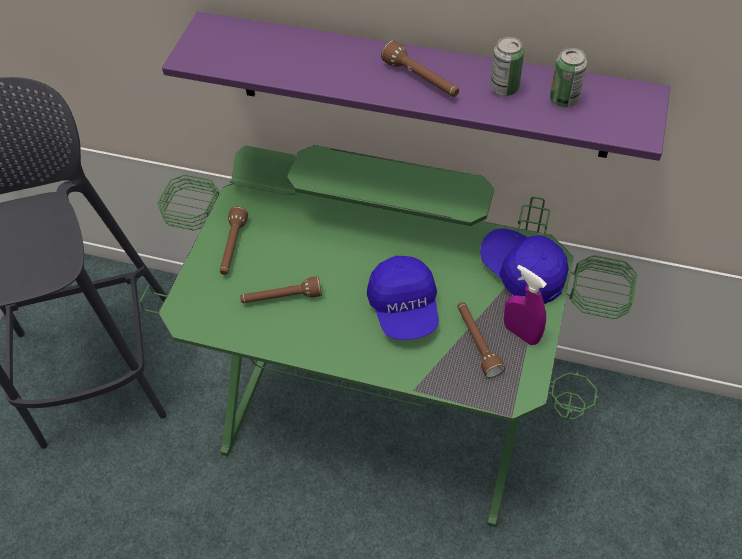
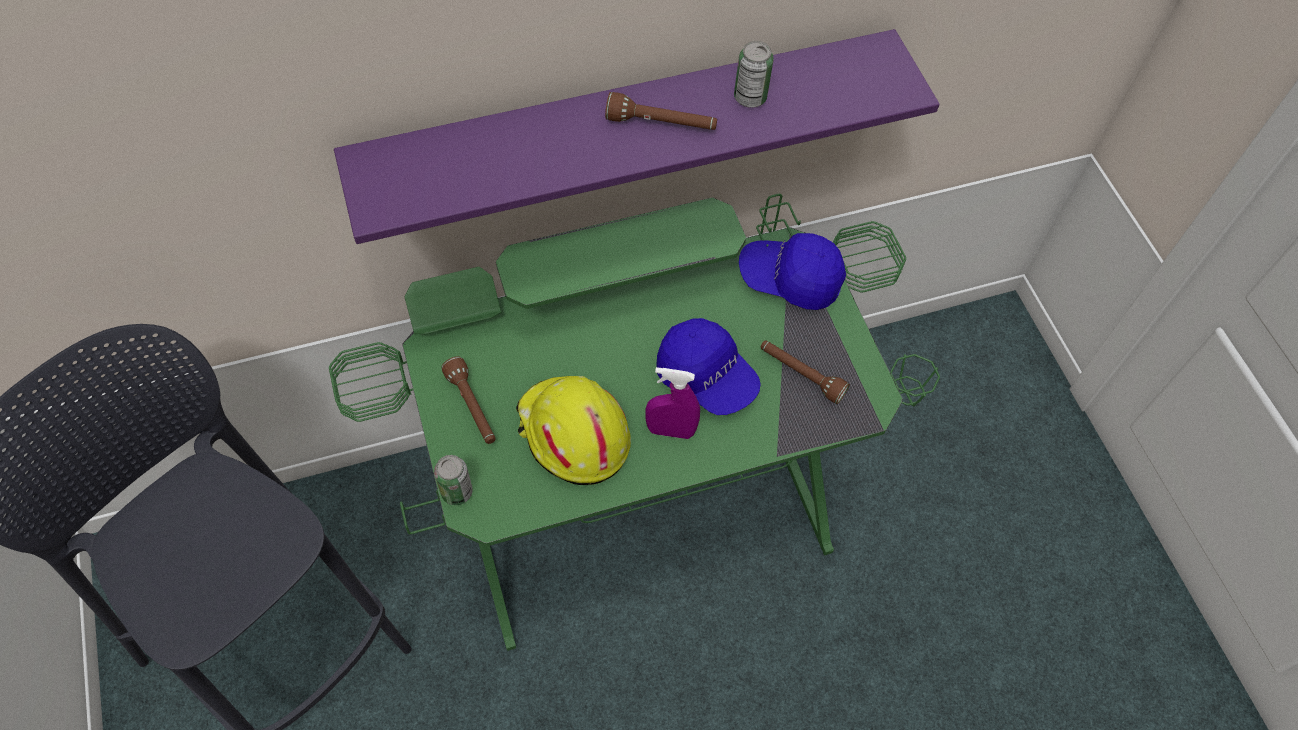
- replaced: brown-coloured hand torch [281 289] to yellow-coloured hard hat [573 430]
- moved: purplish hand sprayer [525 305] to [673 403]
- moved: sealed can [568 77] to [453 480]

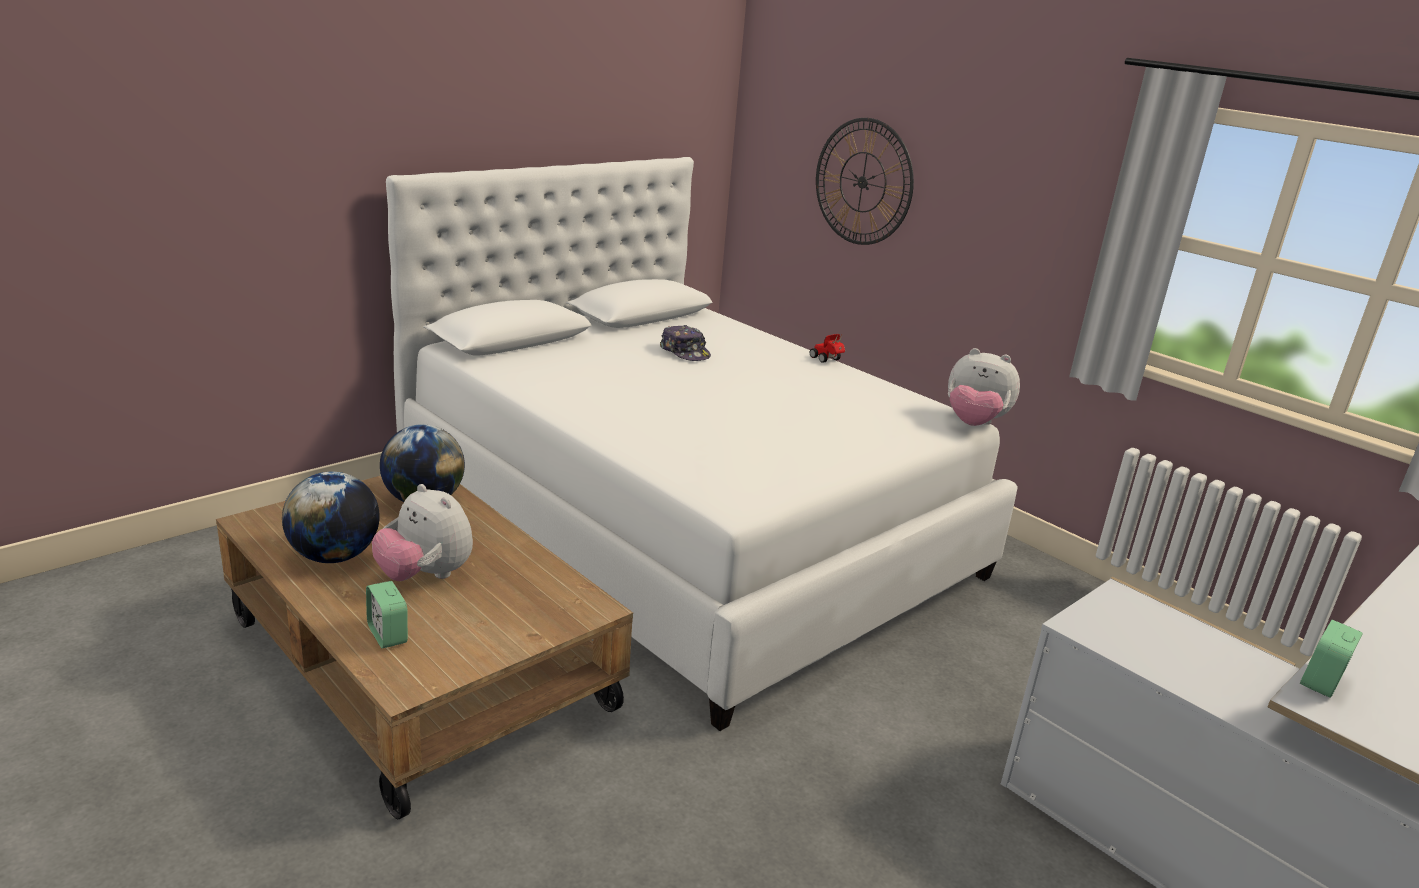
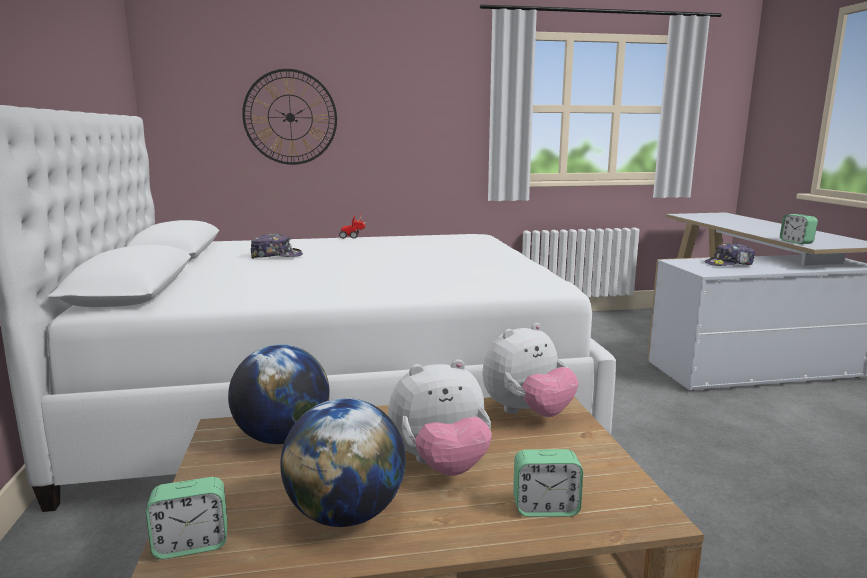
- moved: soft toy [984 387] to [530 370]
- added: alarm clock [186 518]
- added: baseball cap [730 254]

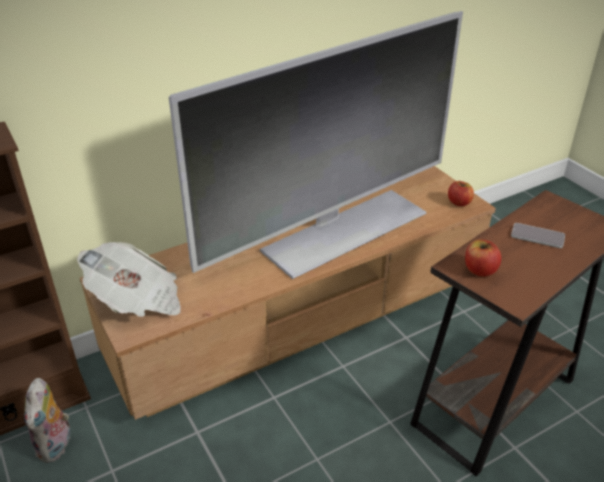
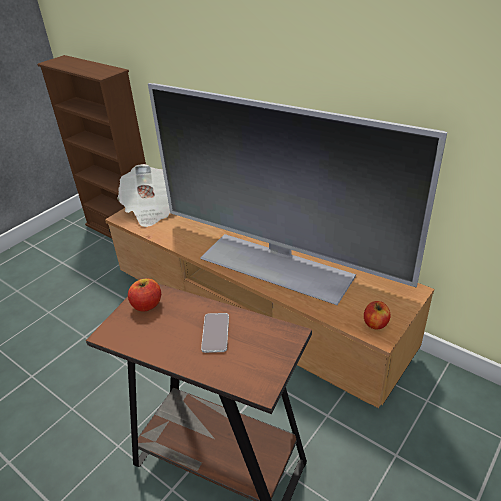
- removed: soft toy [47 420]

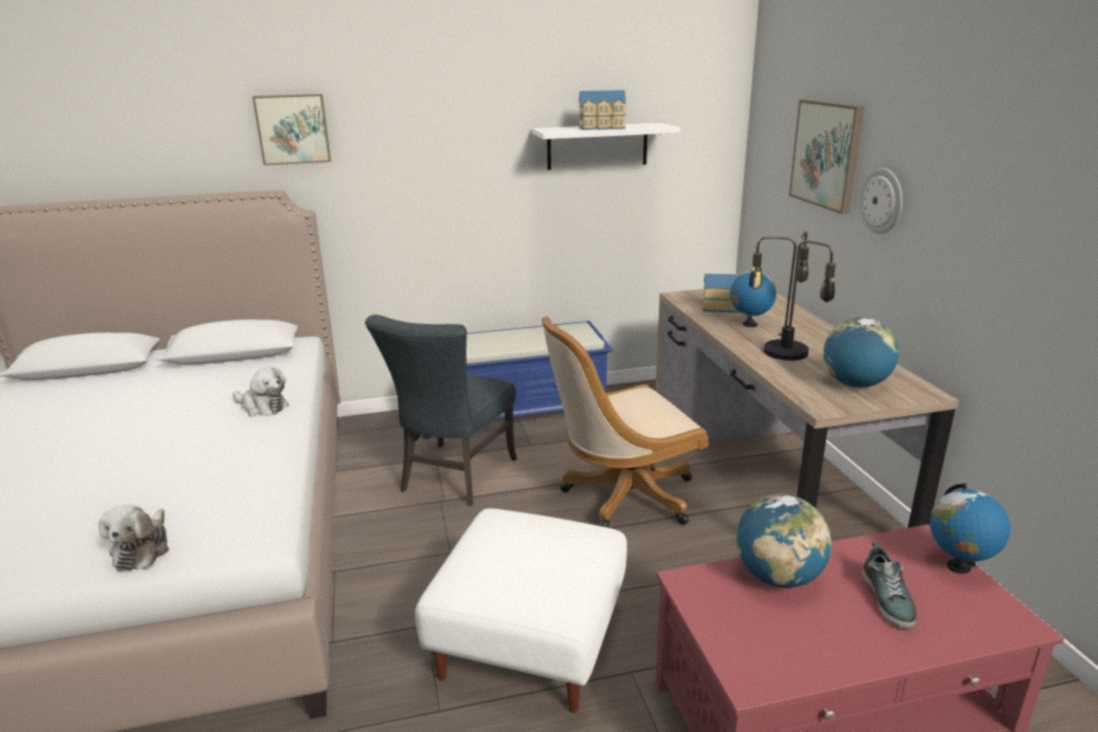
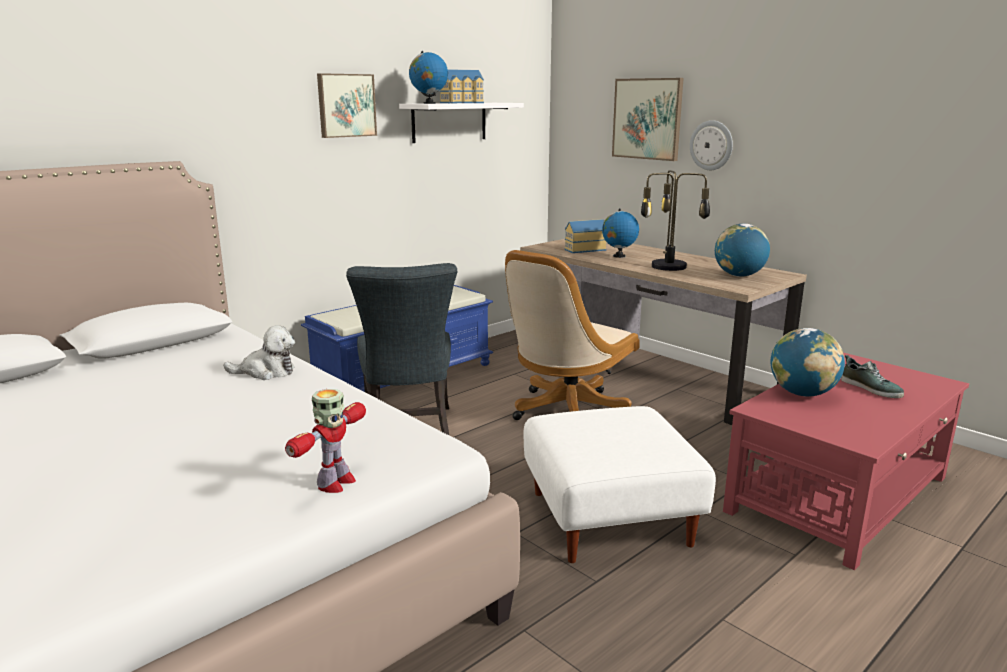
- replaced: soft toy [134 538] to model robot [325 441]
- moved: wall picture [291 129] to [347 105]
- moved: globe [970 528] to [428 77]

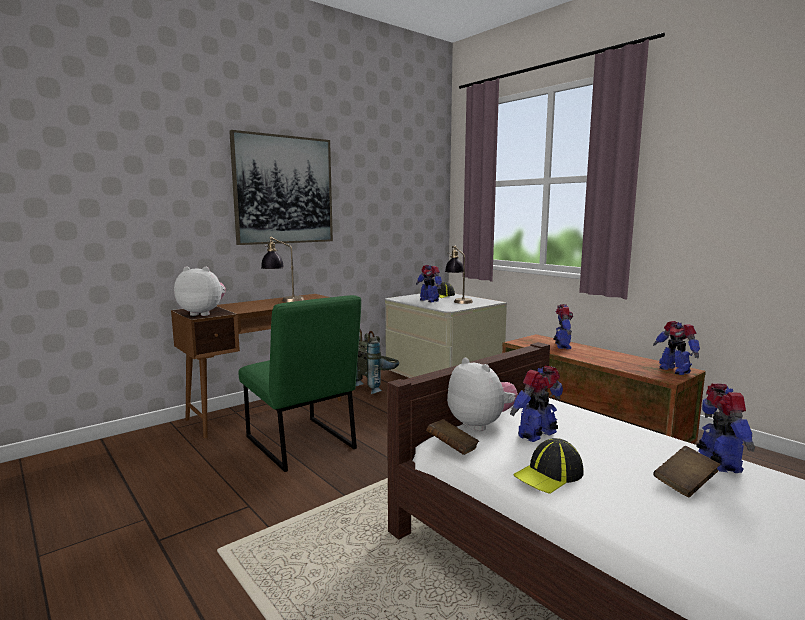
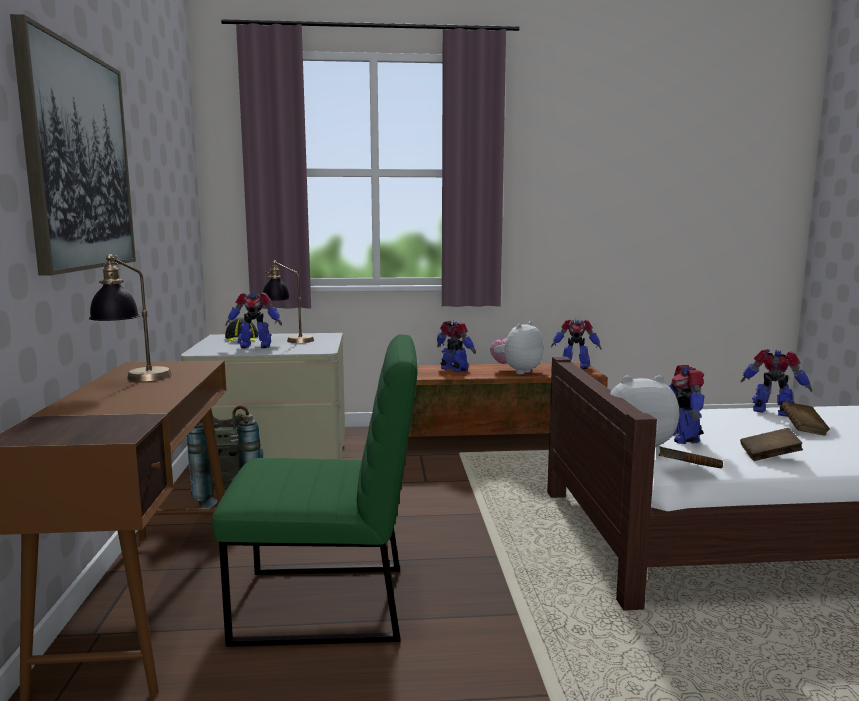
- moved: soft toy [200 291] to [517 347]
- replaced: baseball cap [549 466] to brown-coloured volume [771 444]

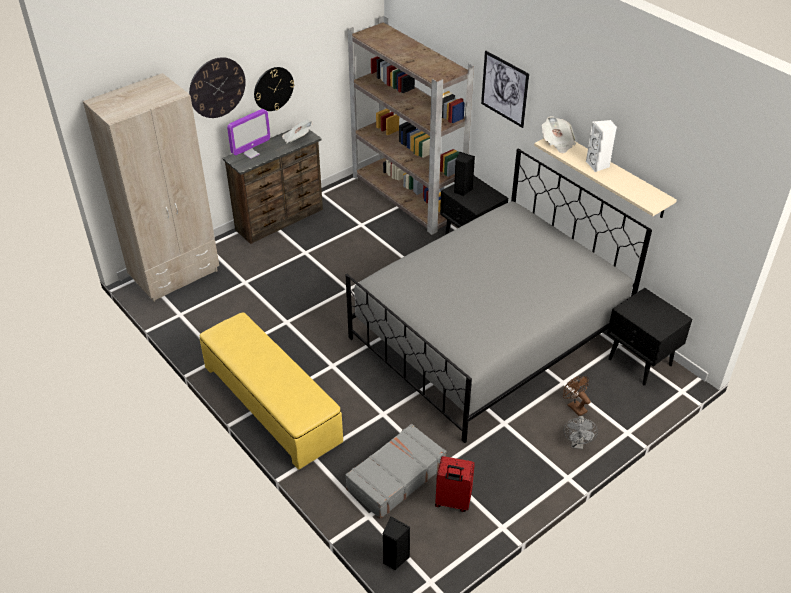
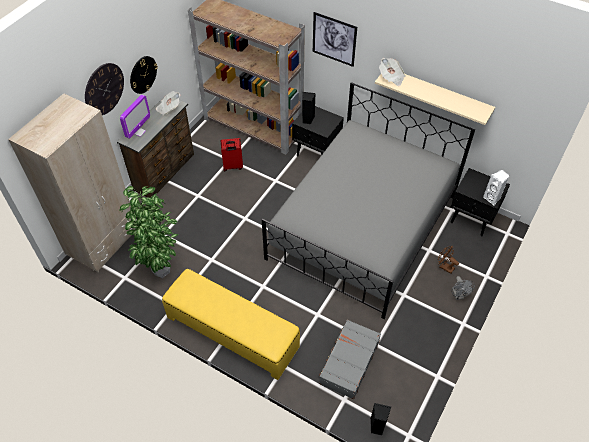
- moved: red suitcase [455 484] to [232 154]
- moved: white speaker [601 146] to [496 187]
- added: potted plant [149 232]

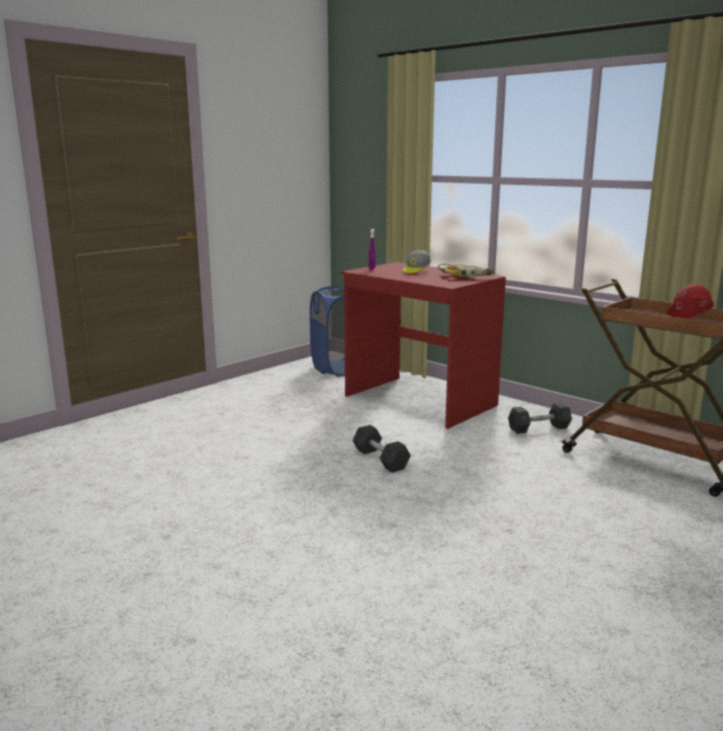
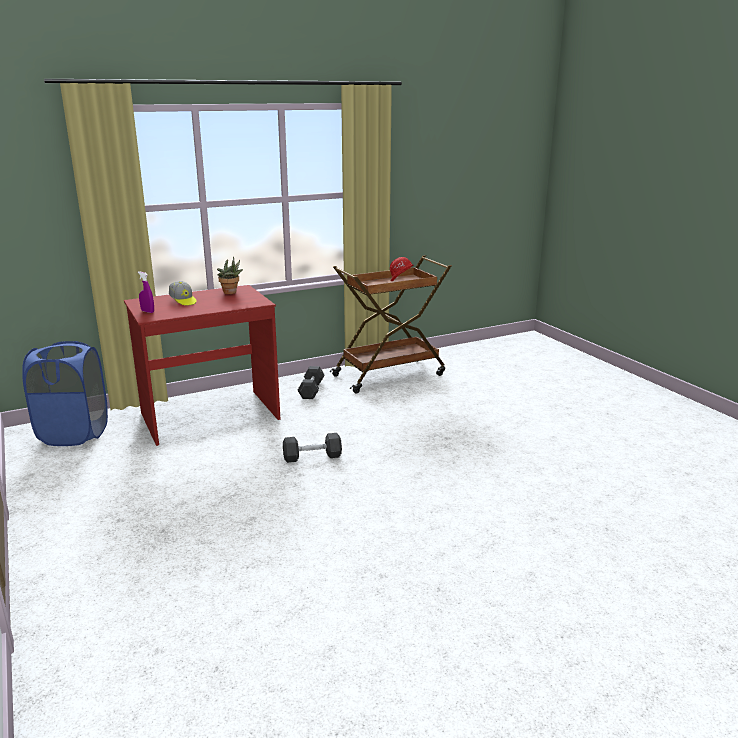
- replaced: drill [465 270] to potted plant [230 275]

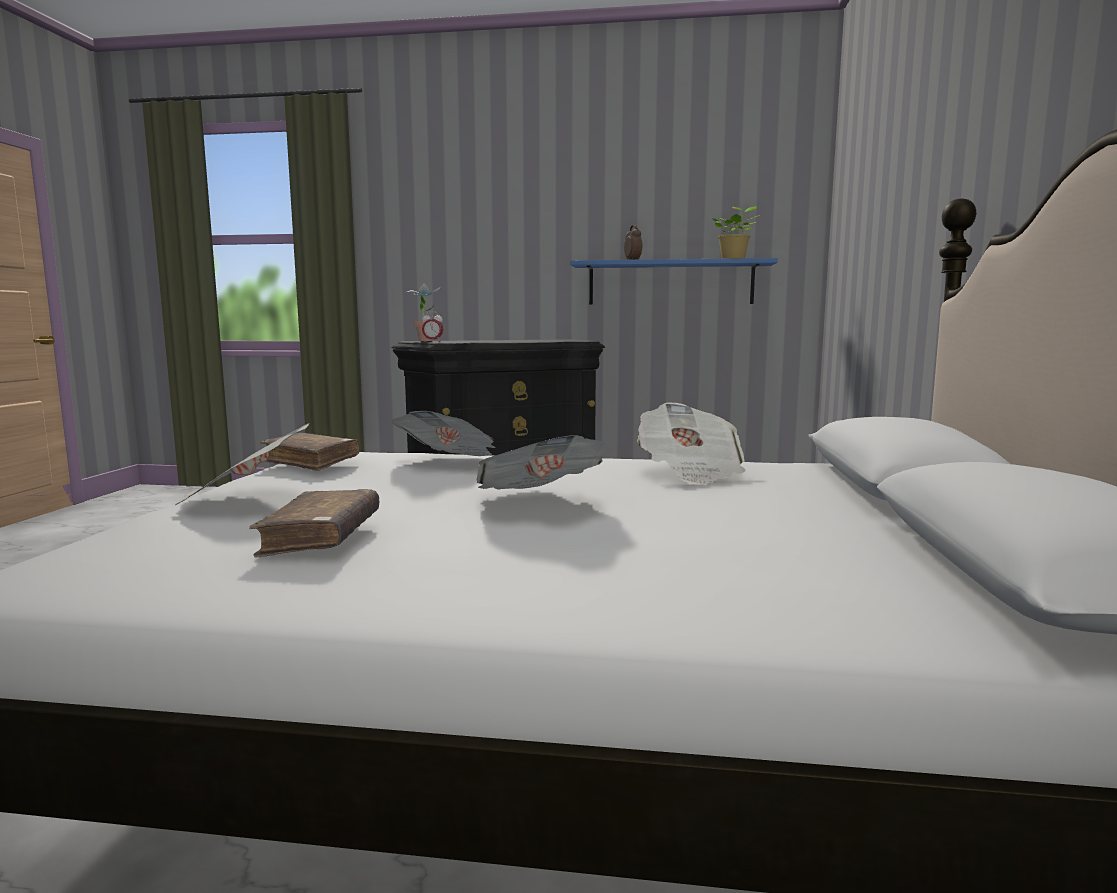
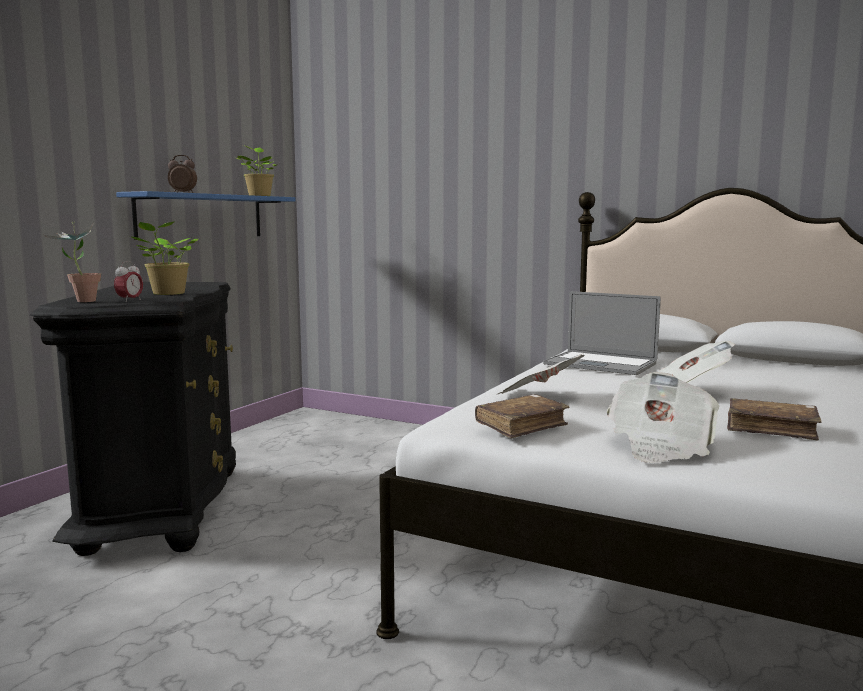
- replaced: printed paper [691 443] to notebook computer [602 333]
- added: potted plant [164 258]

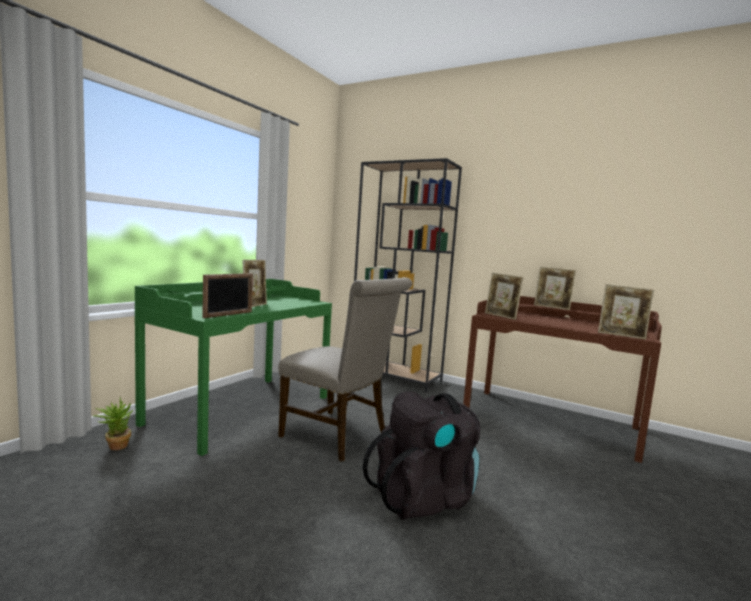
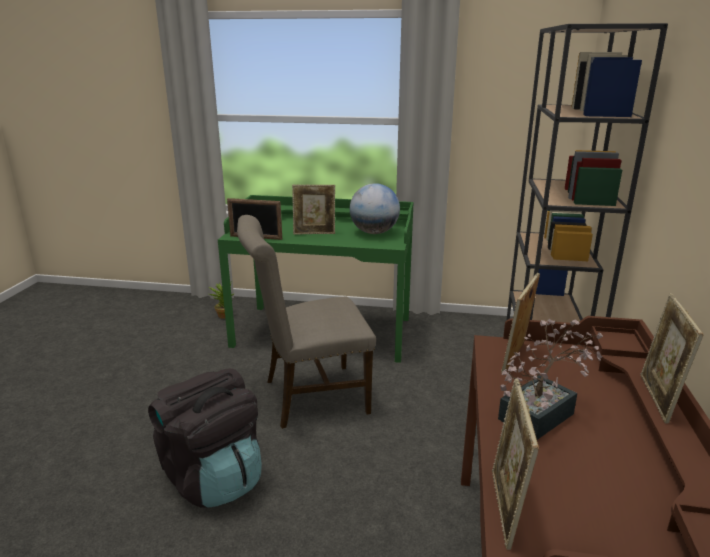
- turned: beige upright chair [345 369] = [306 322] 60 degrees clockwise
- added: globe [375 208]
- added: potted plant [550 379]

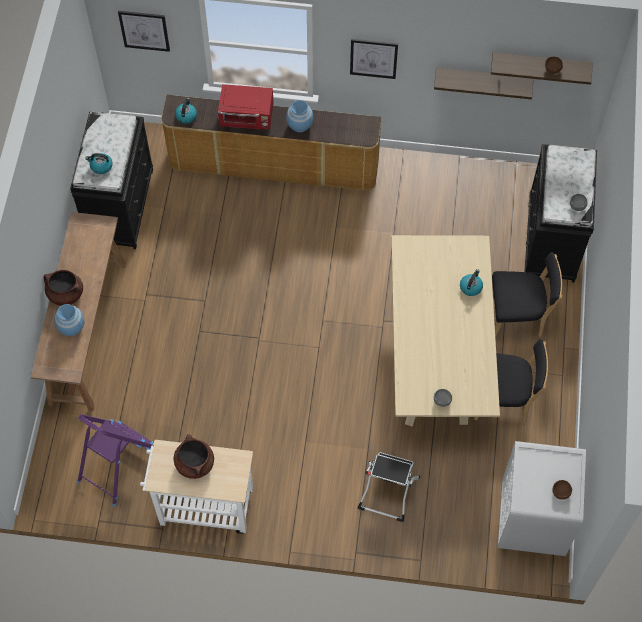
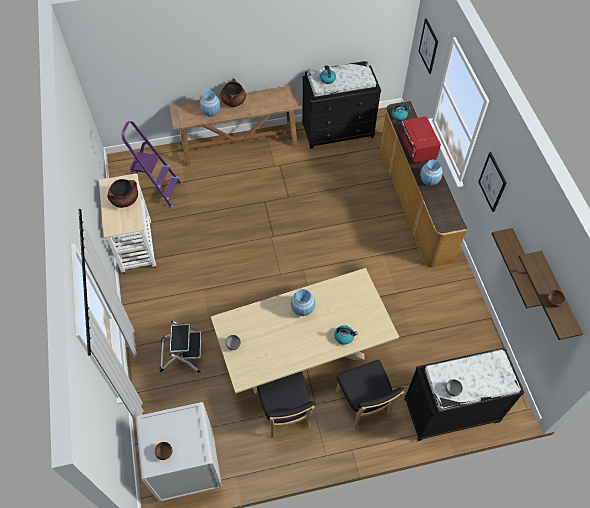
- added: blue decorative vase [303 302]

